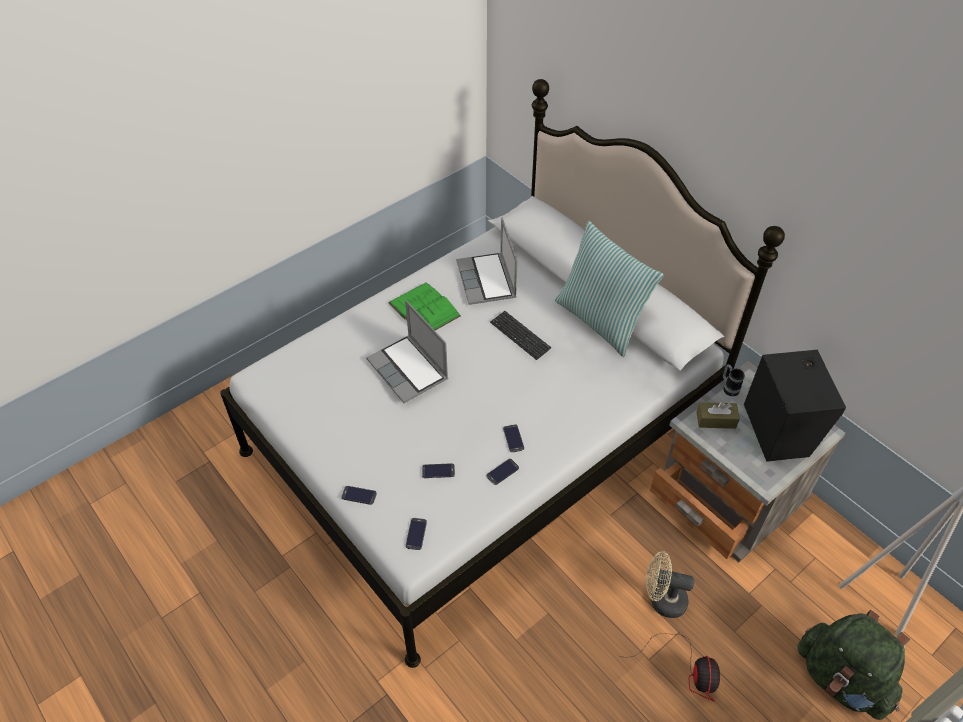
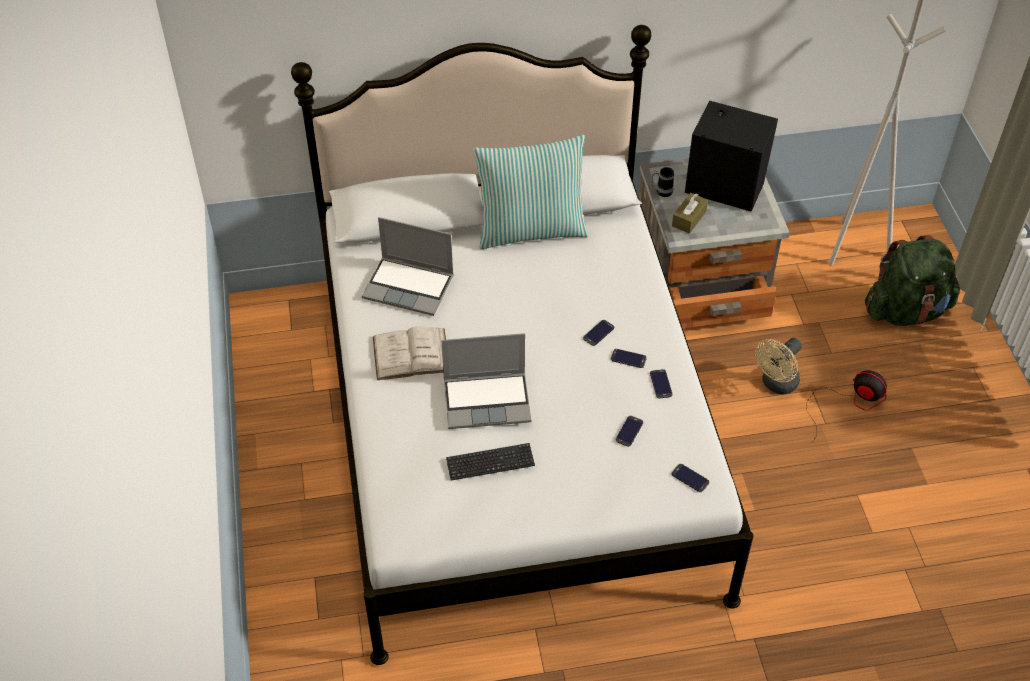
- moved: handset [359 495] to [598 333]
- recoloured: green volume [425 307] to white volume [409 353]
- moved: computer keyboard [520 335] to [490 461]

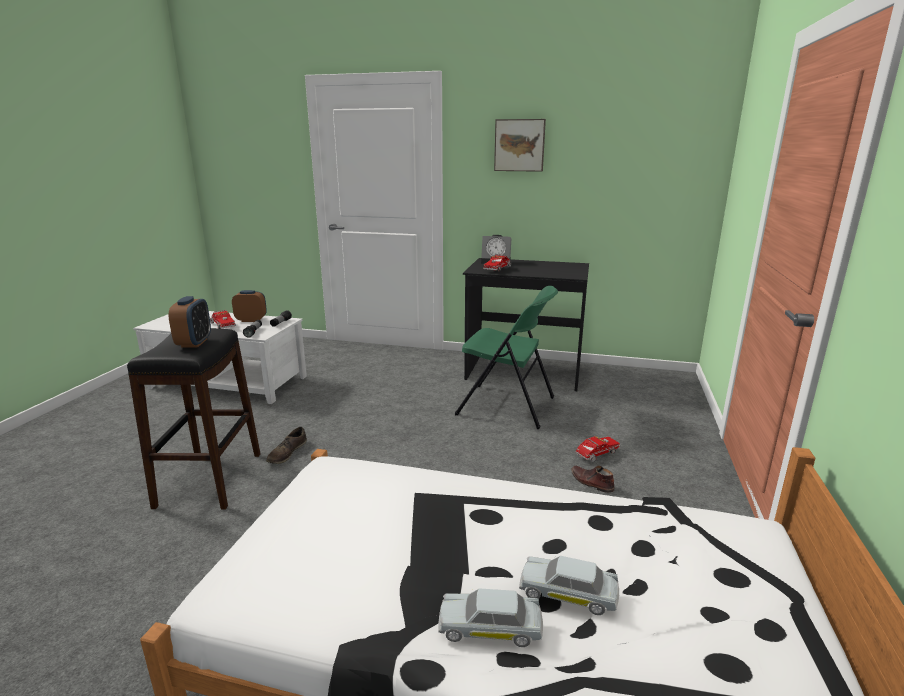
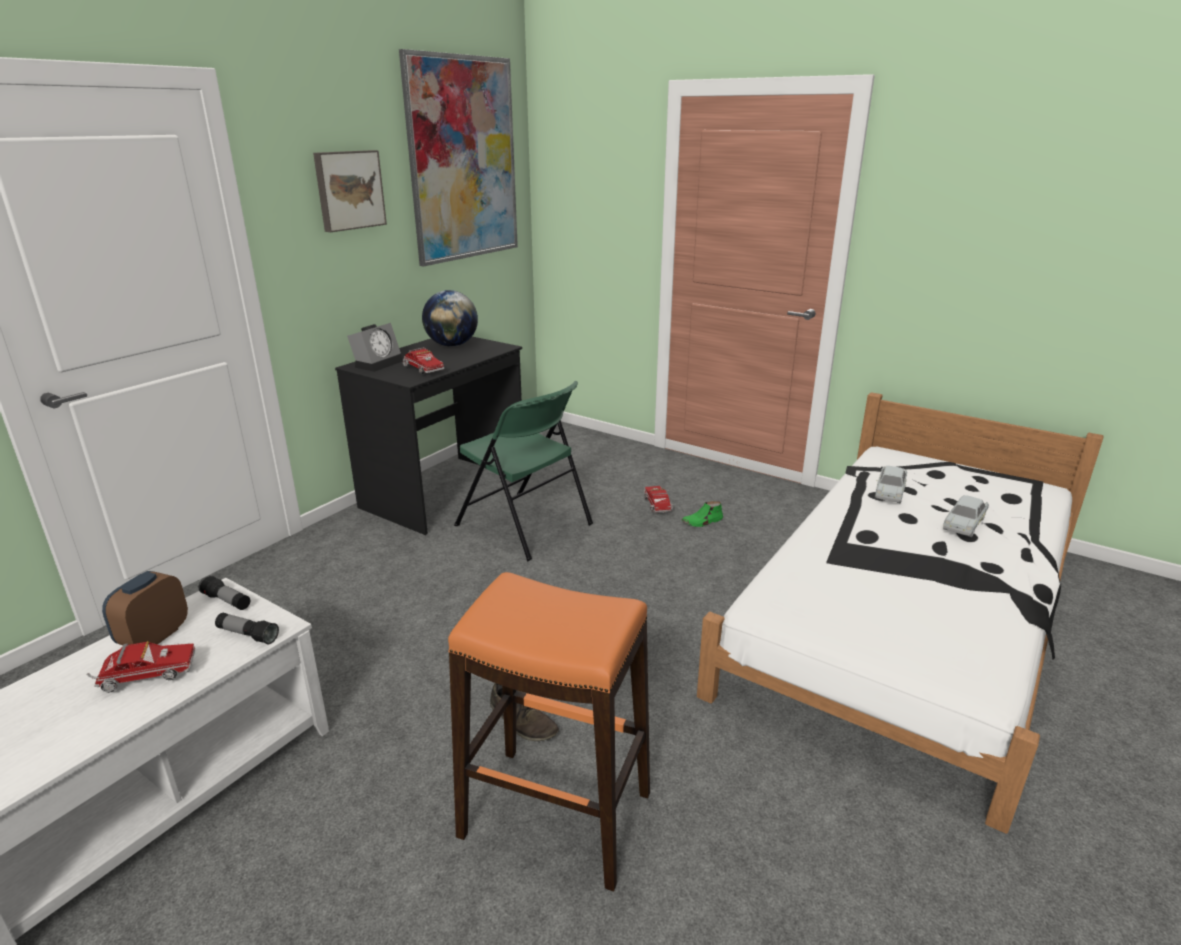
- recoloured: blackish sitting stool [193 419] to orange sitting stool [549 732]
- removed: alarm clock [190 322]
- moved: white model car [490 617] to [891 485]
- turned: green upright chair [506 357] = [523 471] 90 degrees clockwise
- recoloured: brown-coloured low shoe [593 479] to green low shoe [702 514]
- added: wall picture [458 158]
- added: globe [450 318]

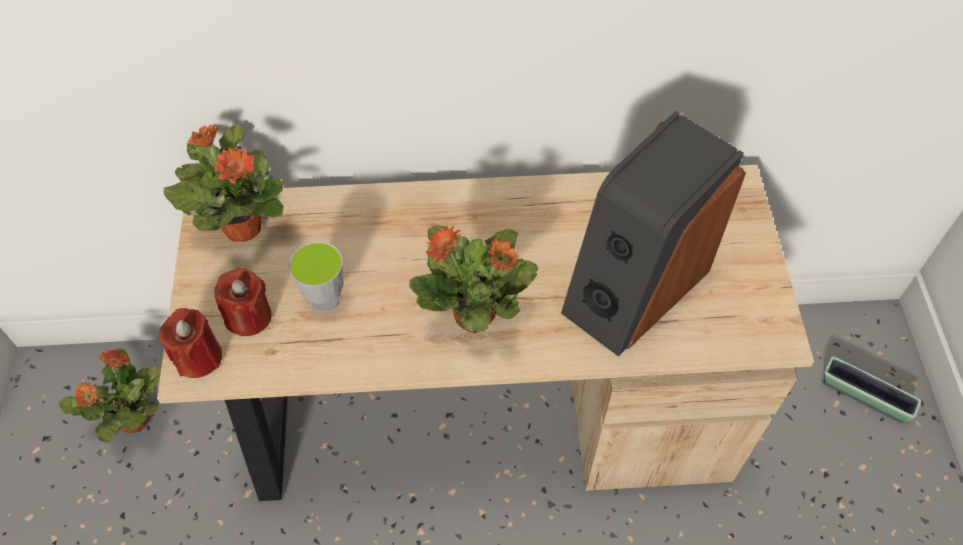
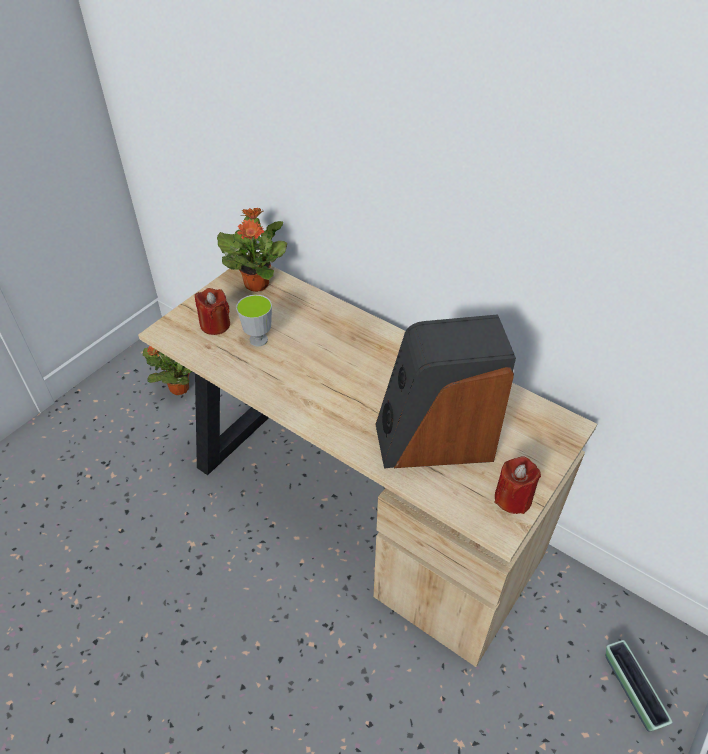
- moved: red candle [190 343] to [517 485]
- removed: potted plant [473 279]

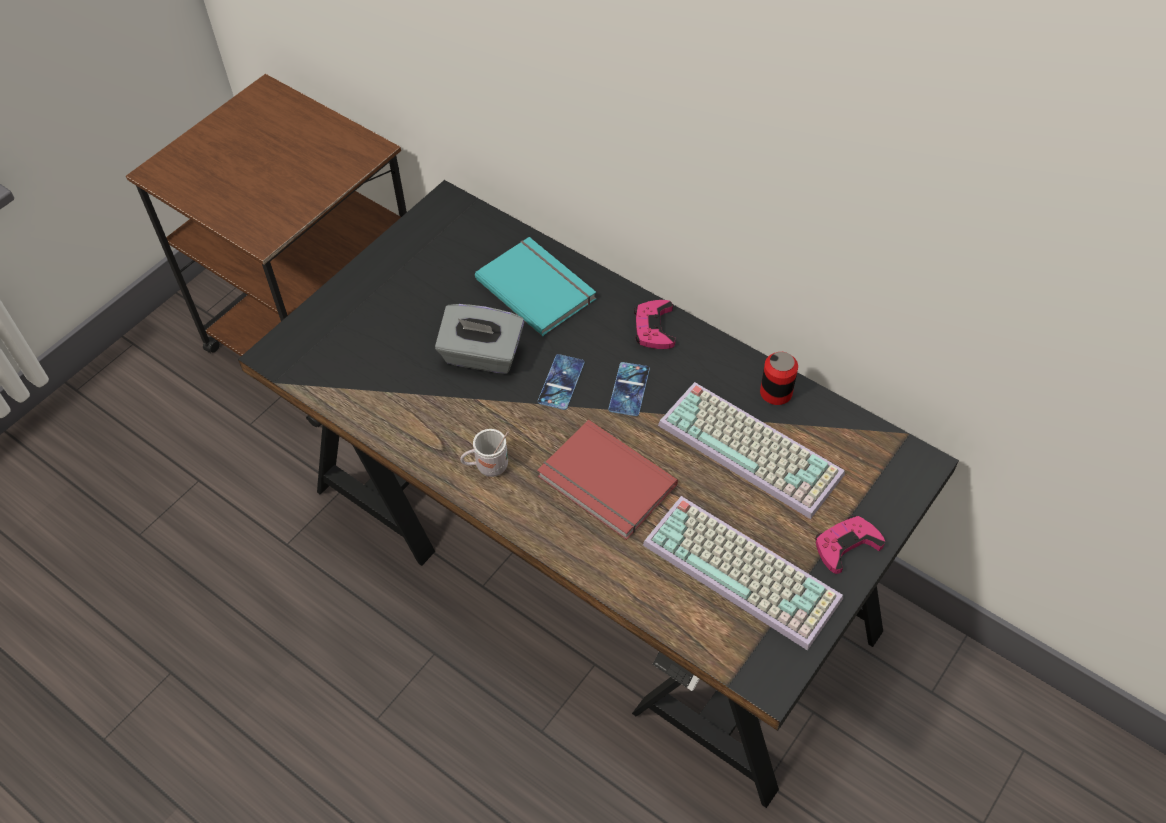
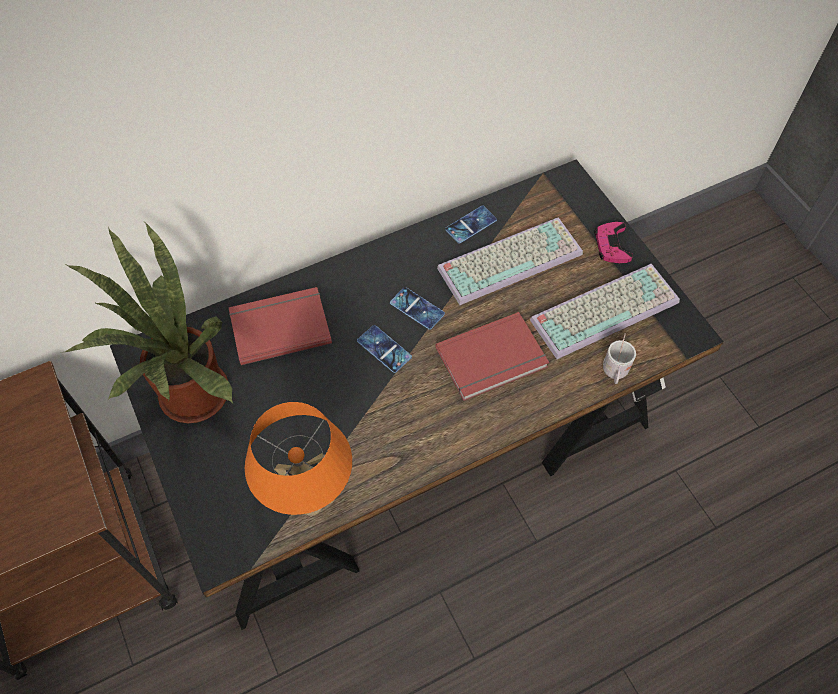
- removed: grey tissue box [479 339]
- moved: white mug [484 453] to [619 358]
- recoloured: turquoise volume [535 287] to red volume [280 326]
- removed: pinkish game controller [654 324]
- replaced: sealed can [779 378] to handset [471 224]
- added: potted plant [149 323]
- added: orange table lamp [298 459]

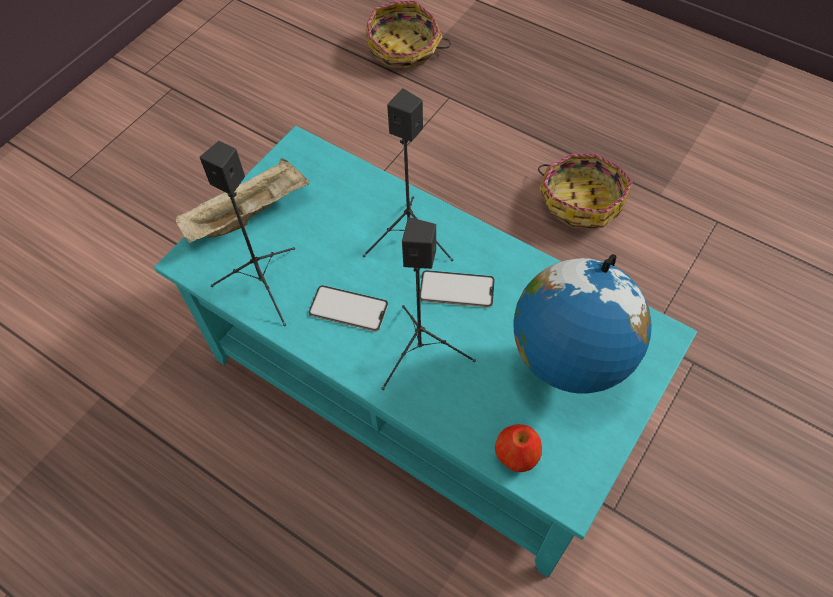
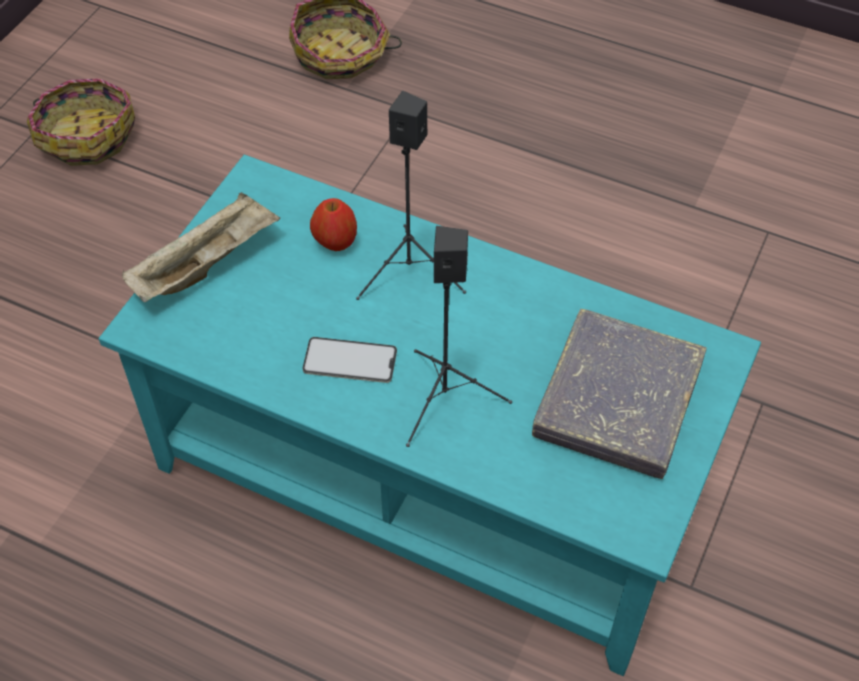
- removed: blackish speaker [247 233]
- removed: handset [457 289]
- moved: whole apple [518 448] to [333 224]
- replaced: globe [582 324] to grey volume [619 394]
- moved: basket [585 191] to [81 122]

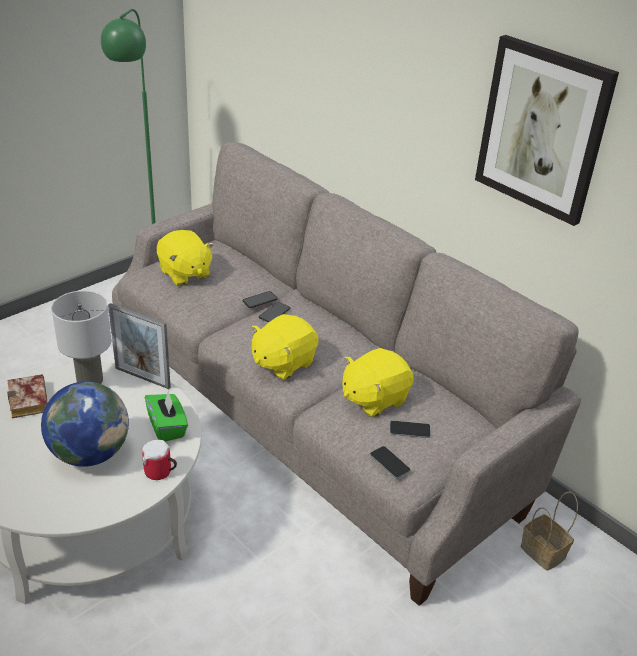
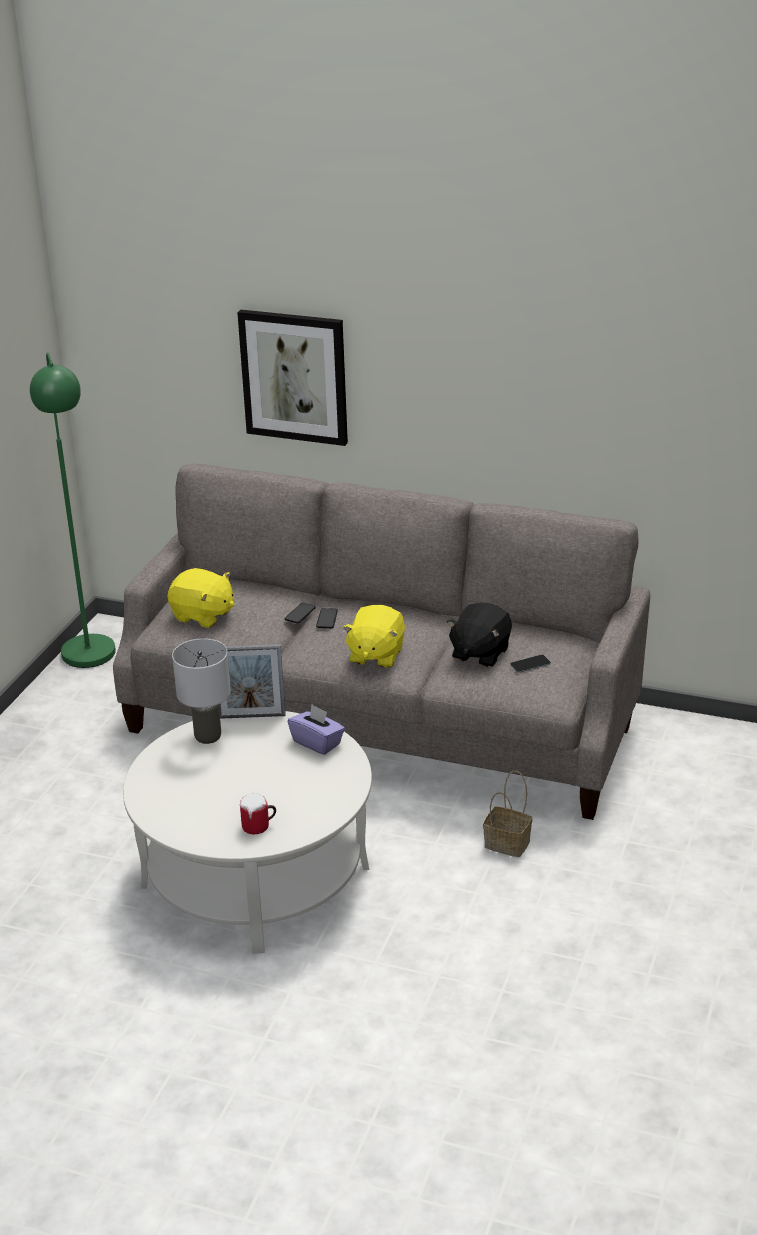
- removed: volume [27 396]
- removed: globe [85 424]
- moved: mug [159 460] to [258 813]
- recoloured: green tissue box [166 416] to purplish tissue box [316 729]
- recoloured: yellow-coloured soft toy [378 382] to blackish soft toy [479 635]
- removed: handset [390 462]
- moved: wall picture [547 130] to [292 378]
- moved: basket [549 531] to [507 814]

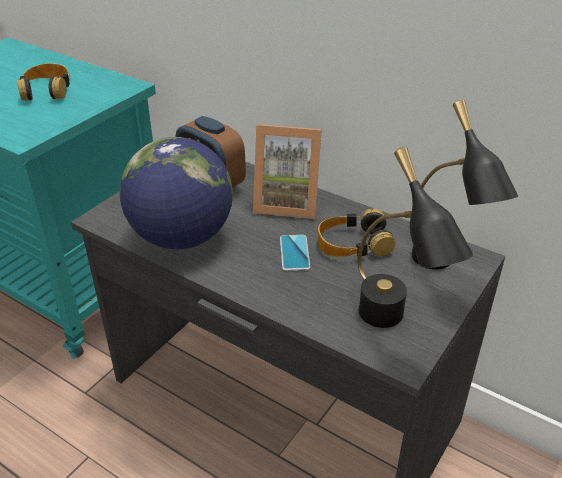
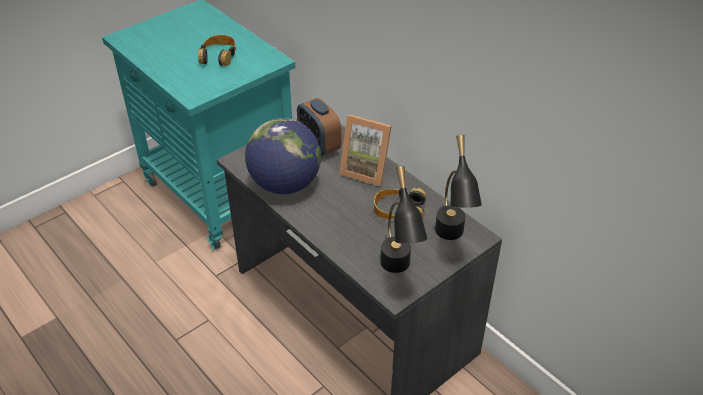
- removed: handset [295 253]

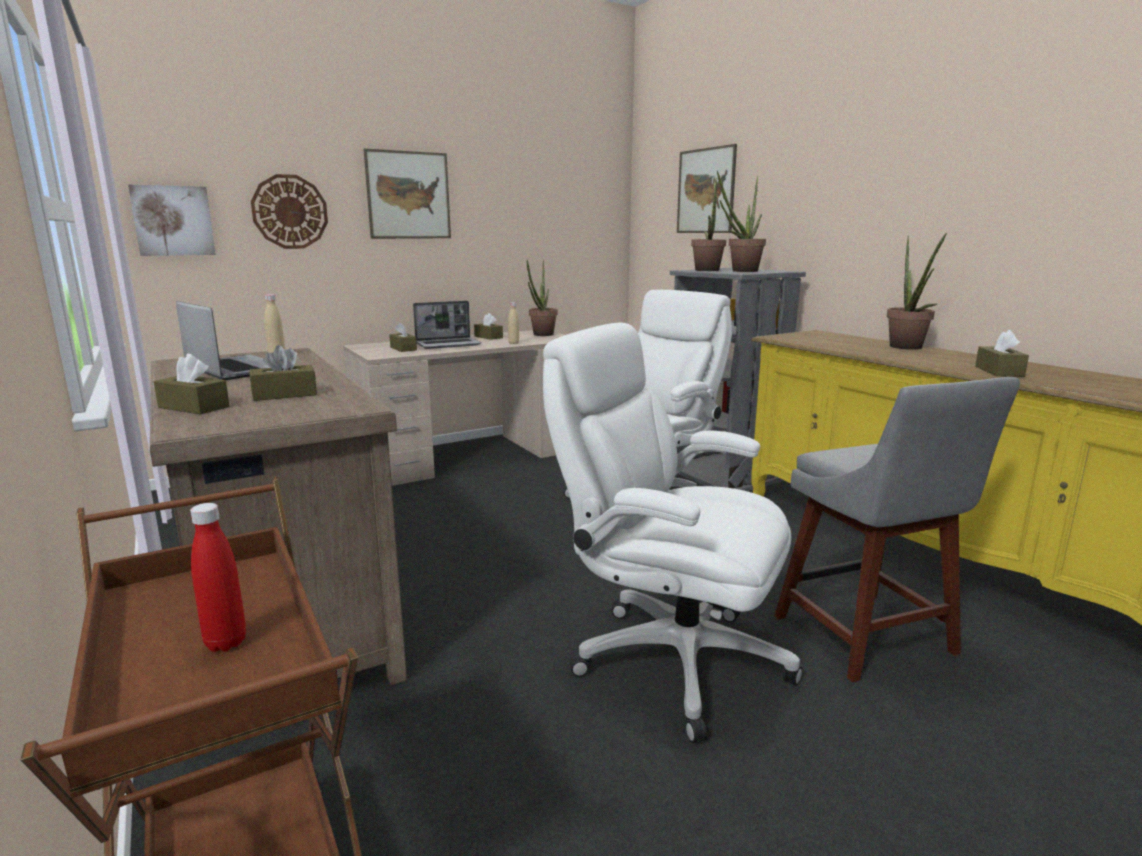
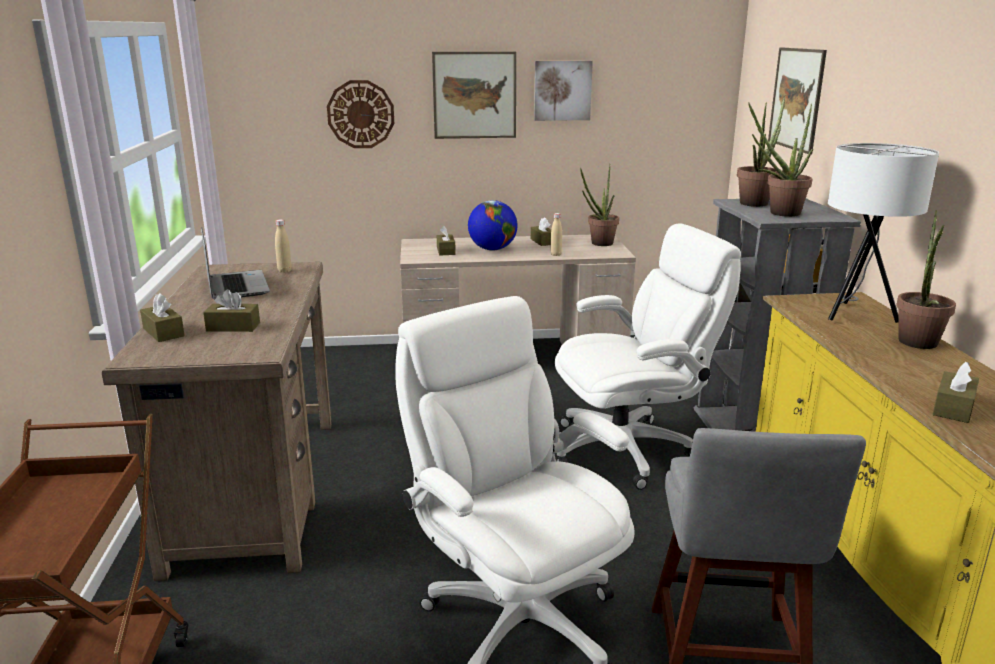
- moved: wall picture [172 220] to [563 91]
- removed: red drink bottle [218 577]
- replaced: notebook computer [447 325] to globe [493 225]
- added: white table lamp [883 233]

